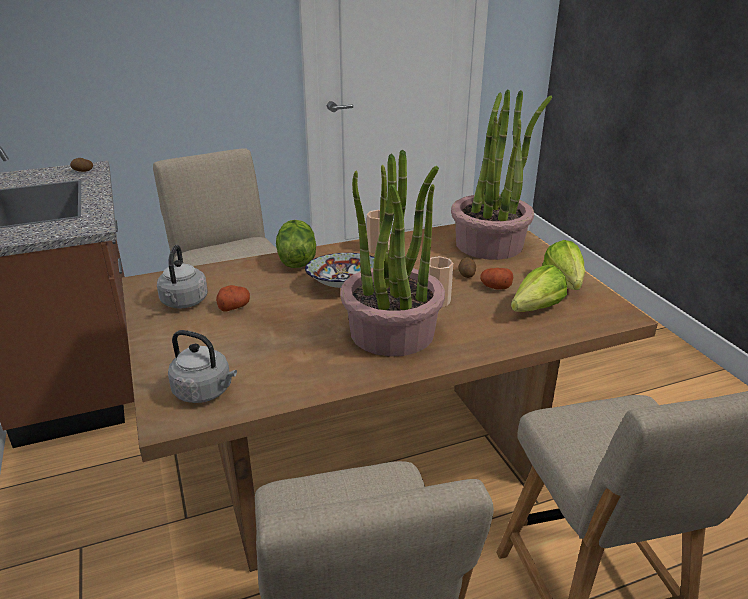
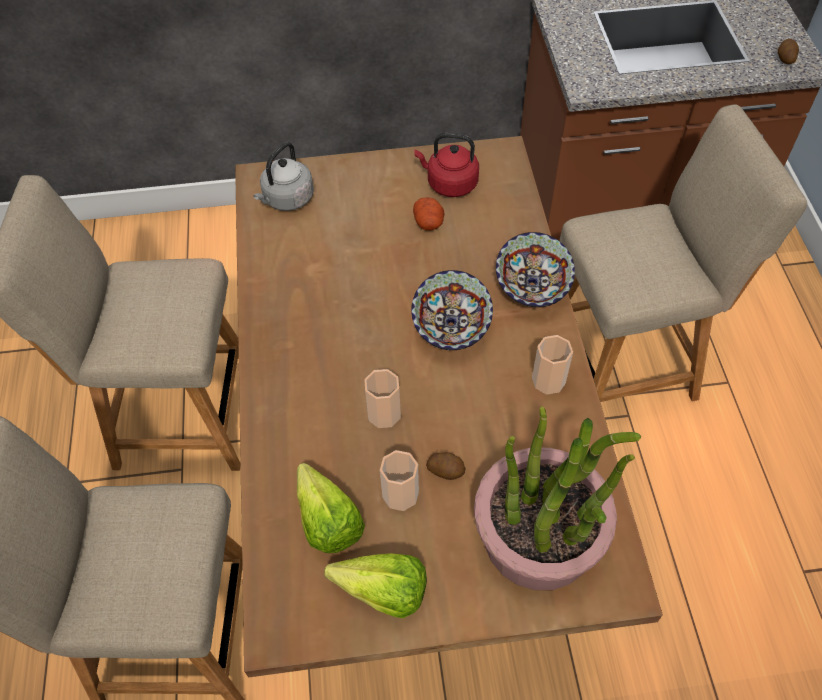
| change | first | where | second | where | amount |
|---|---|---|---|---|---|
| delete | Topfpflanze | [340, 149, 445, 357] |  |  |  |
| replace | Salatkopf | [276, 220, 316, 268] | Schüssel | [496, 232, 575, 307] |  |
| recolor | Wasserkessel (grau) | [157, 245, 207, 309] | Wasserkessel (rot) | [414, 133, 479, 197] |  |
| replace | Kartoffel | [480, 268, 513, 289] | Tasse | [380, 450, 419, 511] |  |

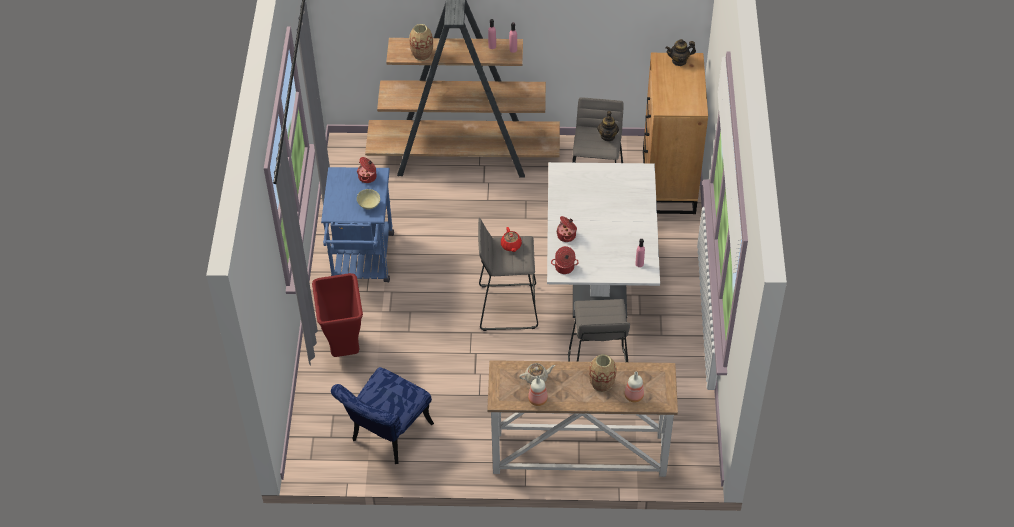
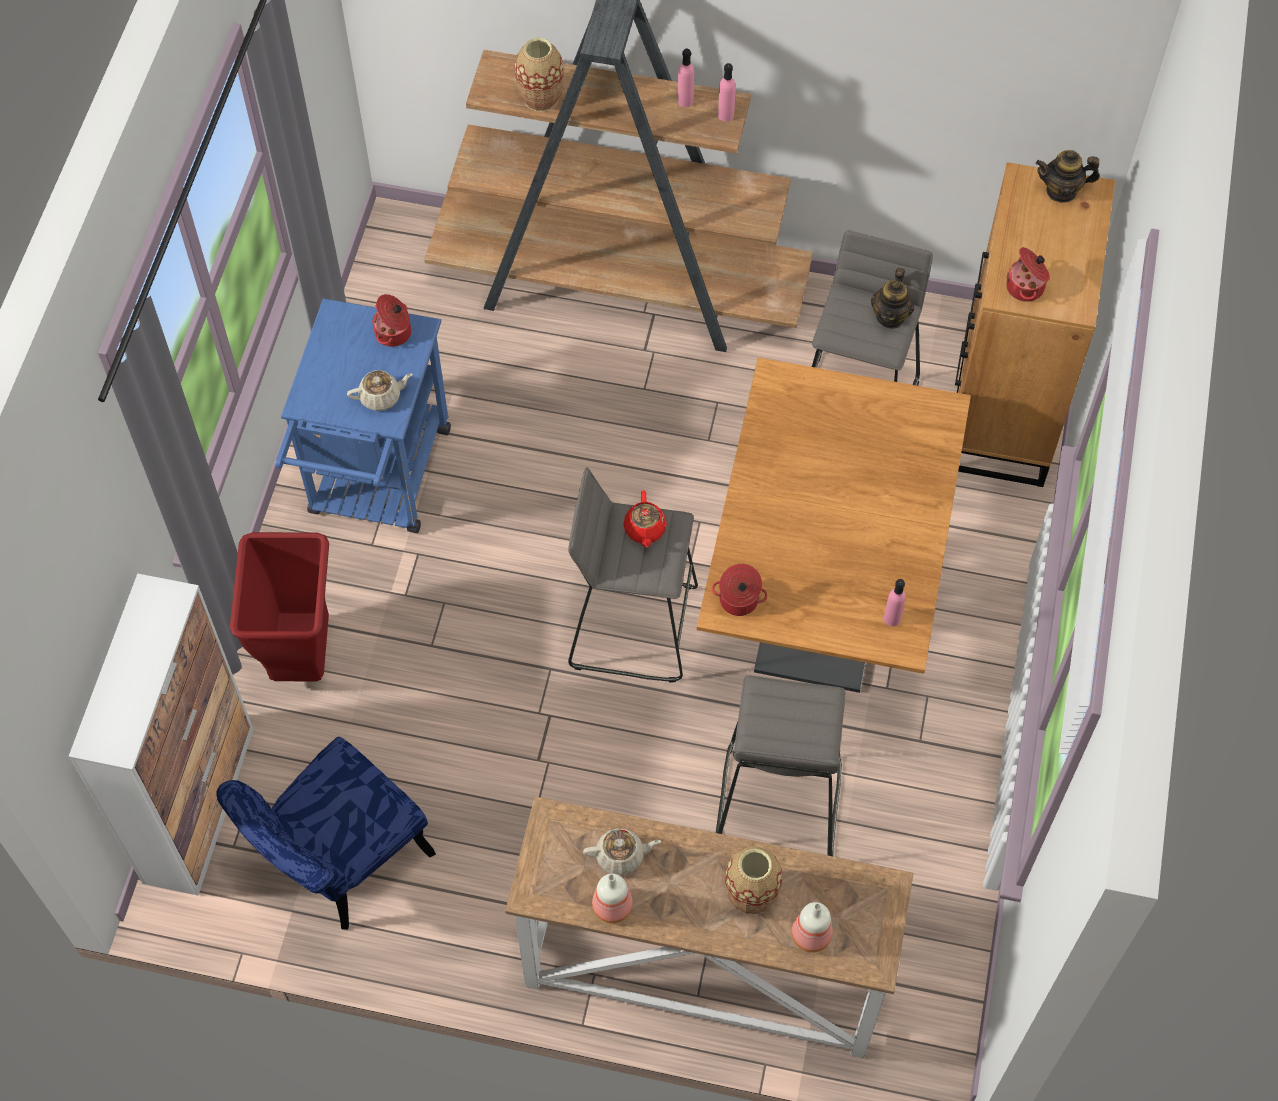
| change | first | where | second | where | amount |
|---|---|---|---|---|---|
| recolor | Esstisch (weiß) | [547, 162, 660, 318] | Esstisch (braun) | [697, 357, 971, 693] |  |
| replace | Schüssel (beige) | [357, 189, 380, 210] | Teekanne (beige) | [347, 370, 413, 411] |  |
| move | Kochtopf | [556, 216, 577, 242] |  | [1006, 247, 1050, 302] |  |
| insert |  |  | Schrank | [69, 573, 254, 896] |  |

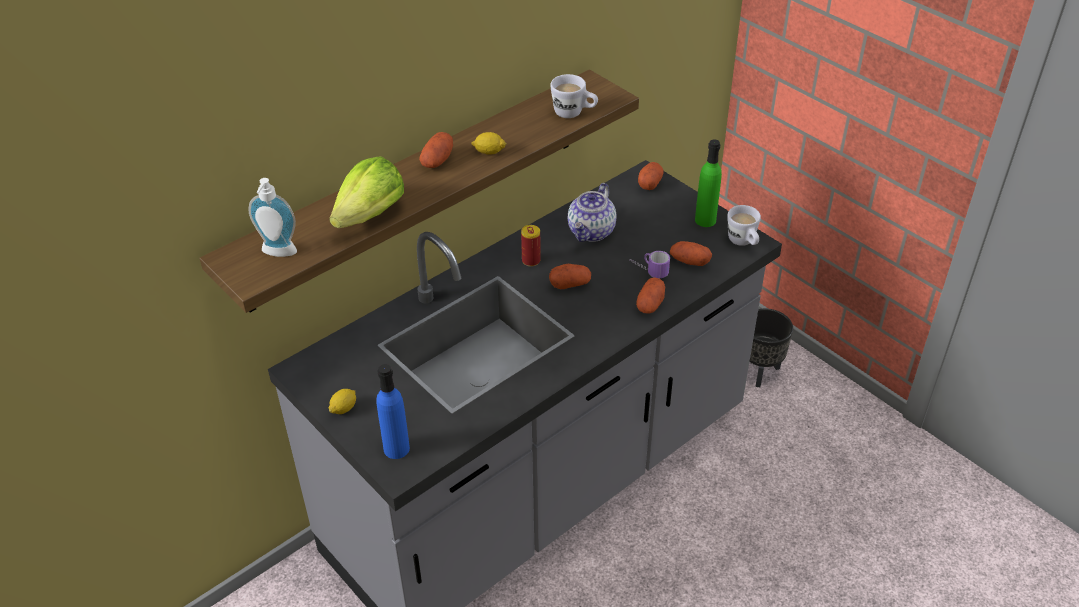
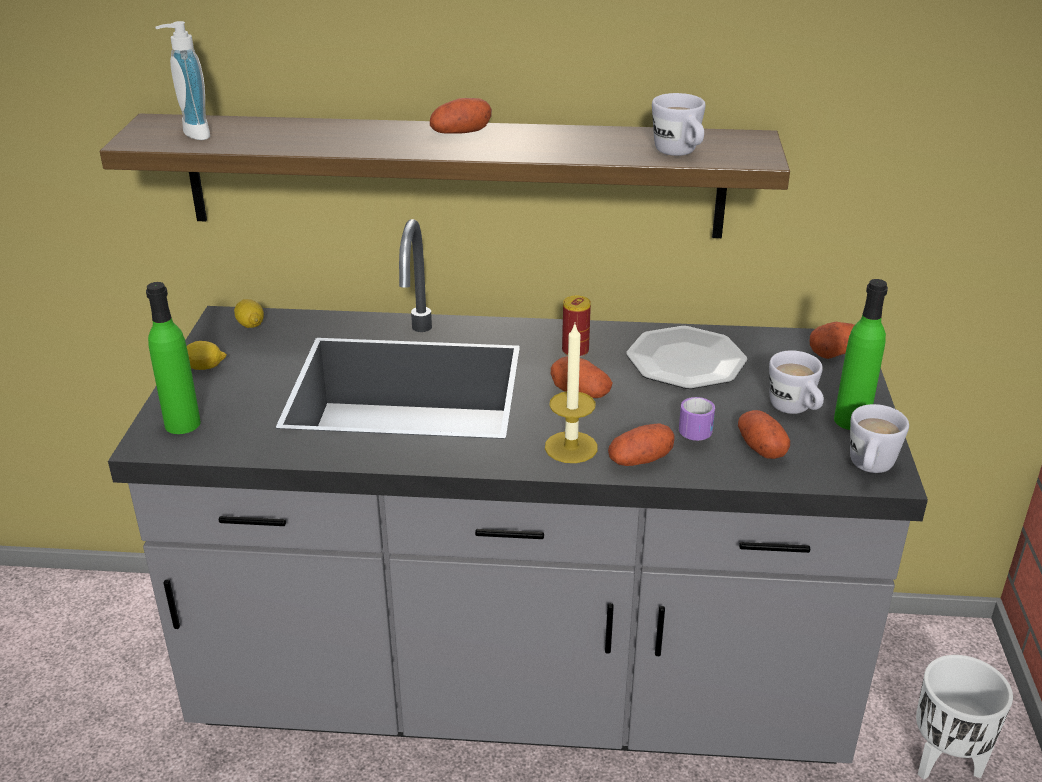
| change | first | where | second | where | amount |
|---|---|---|---|---|---|
| move | Zitrone | [471, 132, 506, 155] |  | [234, 299, 264, 328] |  |
| delete | Salatkopf | [329, 156, 404, 228] |  |  |  |
| replace | Teekanne | [568, 183, 616, 242] | Teller | [626, 326, 747, 389] |  |
| recolor | Pflanzkübel (schwarz) | [750, 309, 793, 387] | Pflanzkübel (weiß) | [916, 655, 1013, 780] |  |
| recolor | Flasche (blau) | [377, 364, 410, 459] | Flasche (grün) | [146, 282, 201, 434] |  |
| insert |  |  | Kerze | [545, 324, 598, 463] |  |
| insert |  |  | Henkelbecher (weiß) | [769, 350, 824, 414] |  |

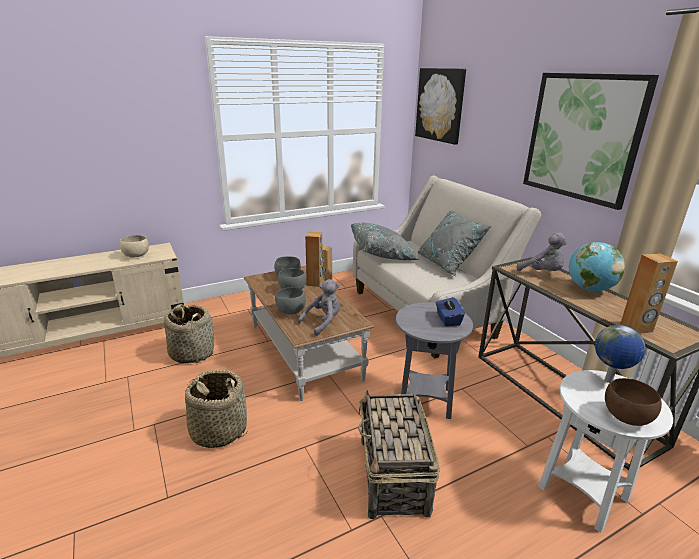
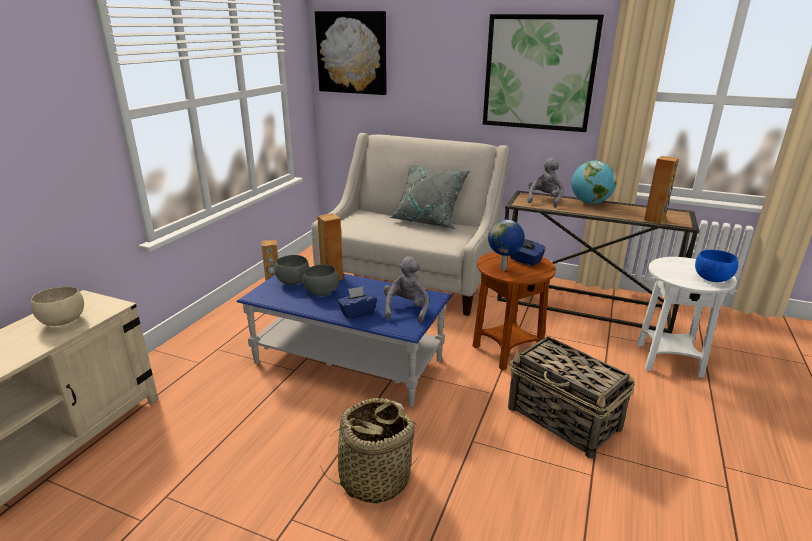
| change | first | where | second | where | amount |
|---|---|---|---|---|---|
| delete | Kissen (grau) | [351, 223, 419, 260] |  |  |  |
| rotate | Plüschtier (grau) | [517, 232, 567, 271] |  | [527, 158, 564, 208] | 75 degrees counterclockwise |
| recolor | Couchtisch (braun) | [244, 265, 375, 401] | Couchtisch (blau) | [236, 274, 452, 407] |  |
| replace | Schüssel (grau) | [275, 287, 306, 315] | Taschentuchbox (blau) | [338, 286, 377, 319] |  |
| recolor | Beistelltisch (grau) | [396, 302, 473, 419] | Beistelltisch (braun) | [472, 252, 556, 371] |  |
| delete | Korb | [164, 304, 214, 364] |  |  |  |
| move | Globus | [595, 325, 645, 383] |  | [488, 220, 525, 271] |  |
| recolor | Schüssel (braun) | [605, 378, 662, 426] | Schüssel (blau) | [695, 250, 738, 282] |  |

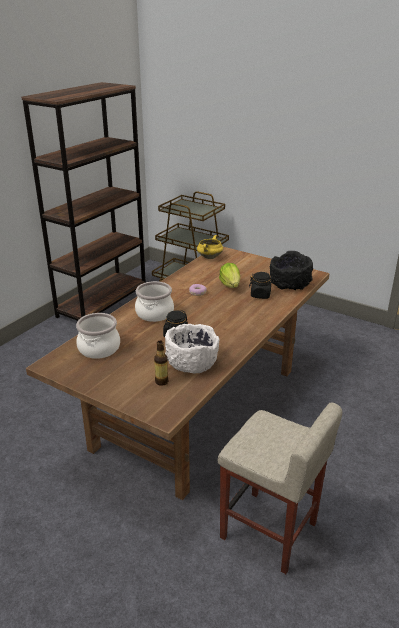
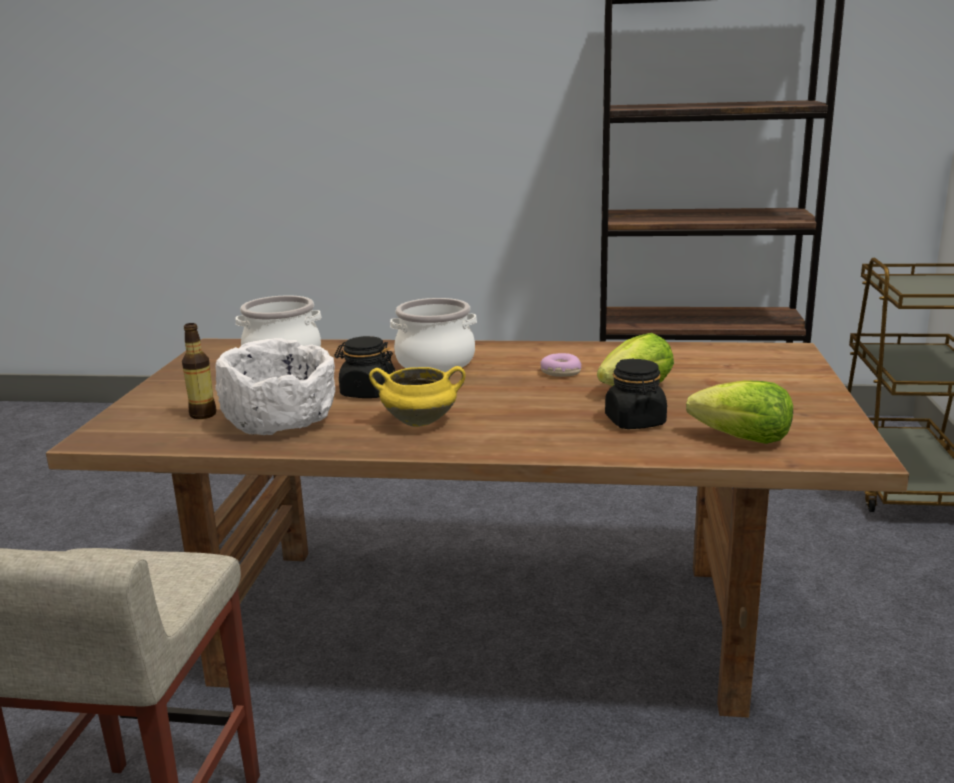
| change | first | where | second | where | amount |
|---|---|---|---|---|---|
| move | Kochtopf (gelb) | [197, 235, 223, 259] |  | [369, 366, 466, 427] |  |
| replace | Schüssel (schwarz) | [270, 251, 313, 290] | Salatkopf | [686, 380, 793, 444] |  |

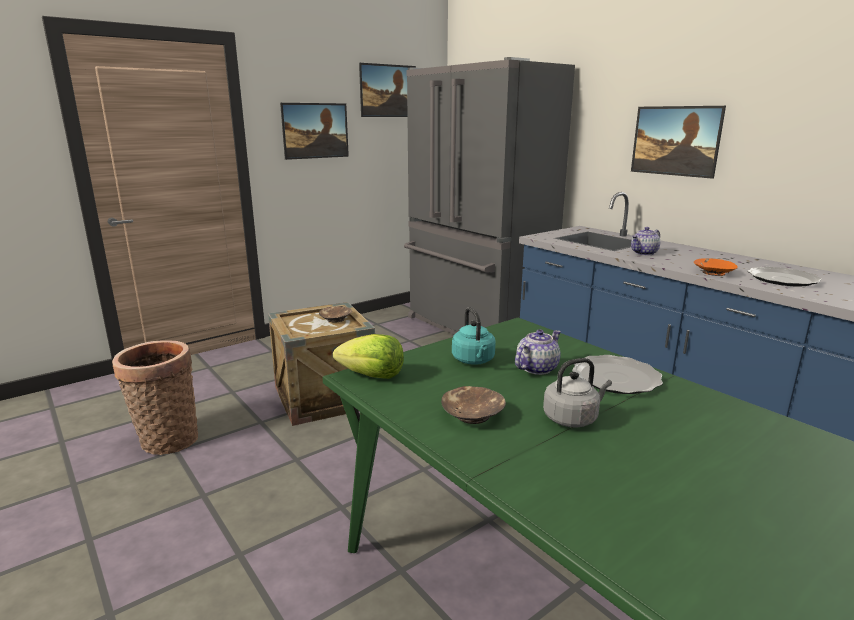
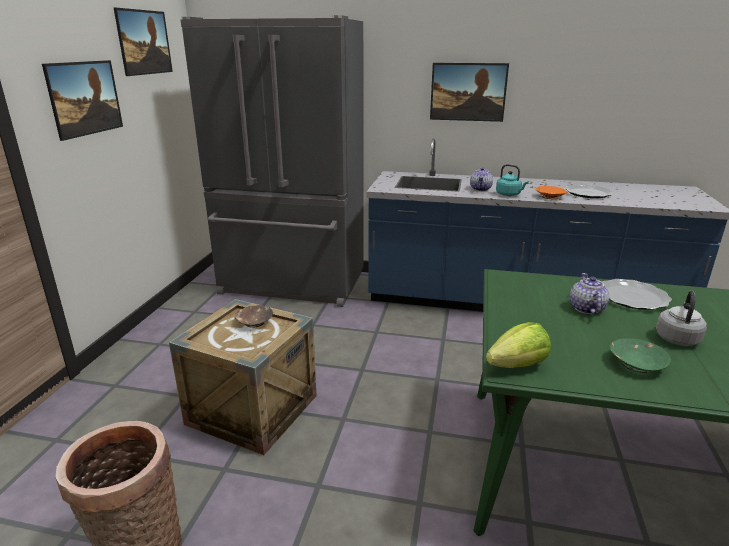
| change | first | where | second | where | amount |
|---|---|---|---|---|---|
| move | Wasserkessel (türkis) | [452, 307, 496, 365] |  | [496, 164, 529, 196] |  |
| recolor | Schüssel (braun) | [441, 386, 506, 424] | Schüssel (grün) | [610, 338, 671, 373] |  |

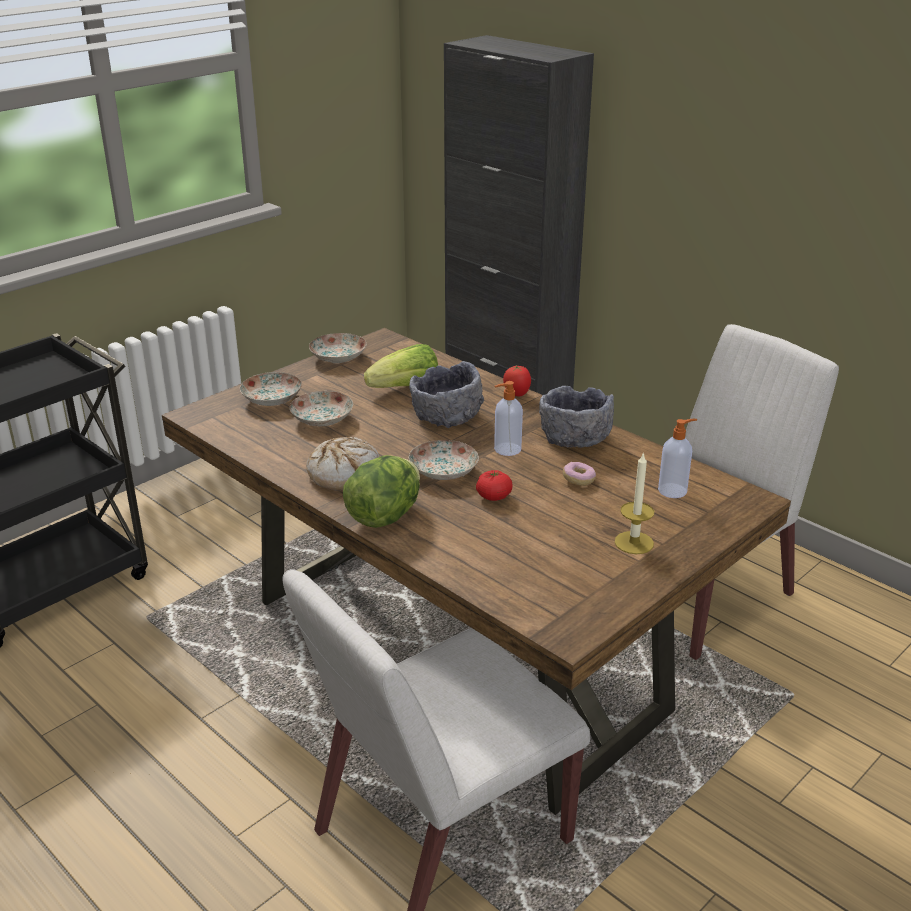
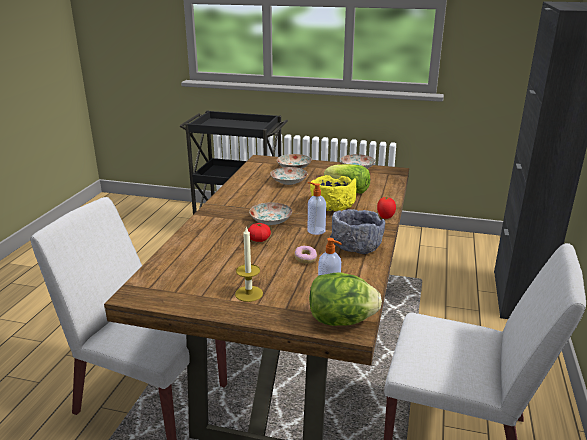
| change | first | where | second | where | amount |
|---|---|---|---|---|---|
| recolor | Schüssel (grau) | [409, 361, 484, 428] | Schüssel (gelb) | [310, 175, 356, 211] |  |
| delete | Brot | [306, 437, 380, 491] |  |  |  |
| move | Salatkopf | [343, 455, 420, 528] |  | [309, 272, 382, 326] |  |

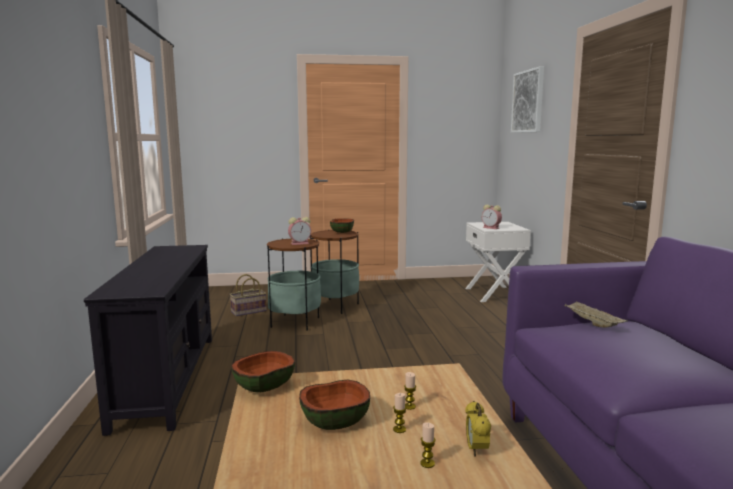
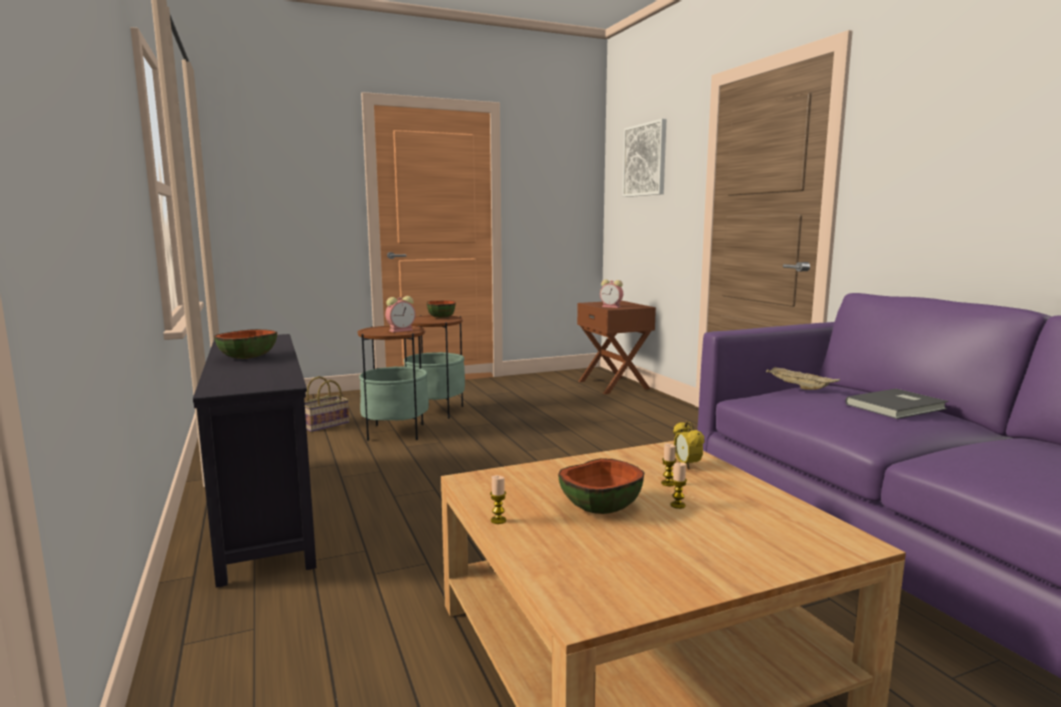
| change | first | where | second | where | amount |
|---|---|---|---|---|---|
| recolor | Nachttisch (weiß) | [465, 222, 531, 302] | Nachttisch (braun) | [577, 301, 656, 394] |  |
| move | Schüssel | [231, 351, 296, 392] |  | [214, 329, 277, 359] |  |
| move | Wecker | [465, 401, 491, 456] |  | [673, 421, 704, 469] |  |
| move | Kerze | [420, 422, 436, 468] |  | [490, 475, 506, 524] |  |
| insert |  |  | Buch (grau) | [845, 389, 948, 419] |  |

